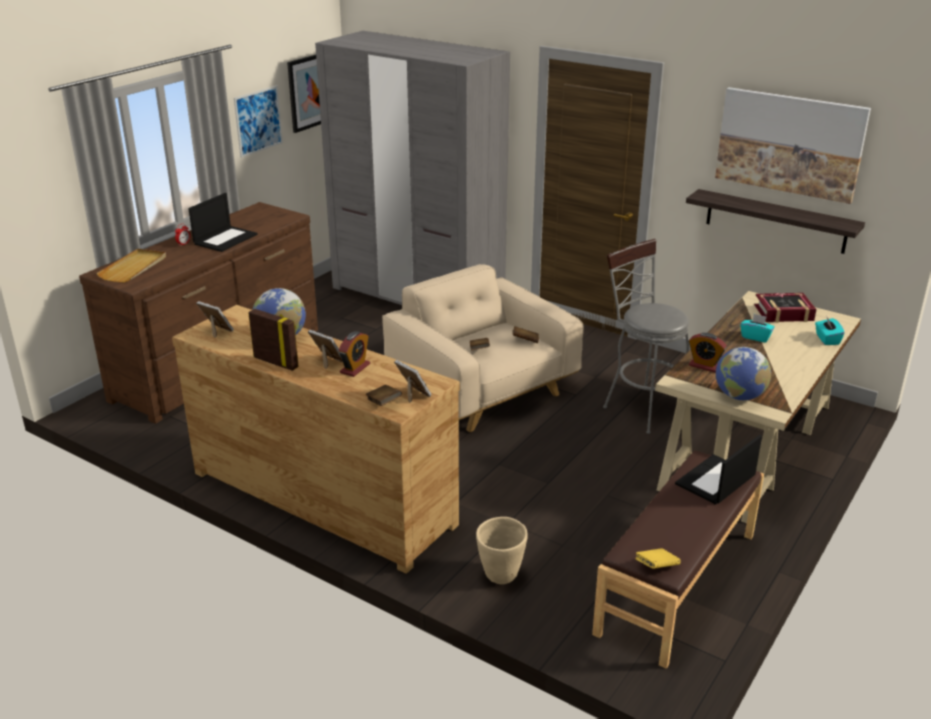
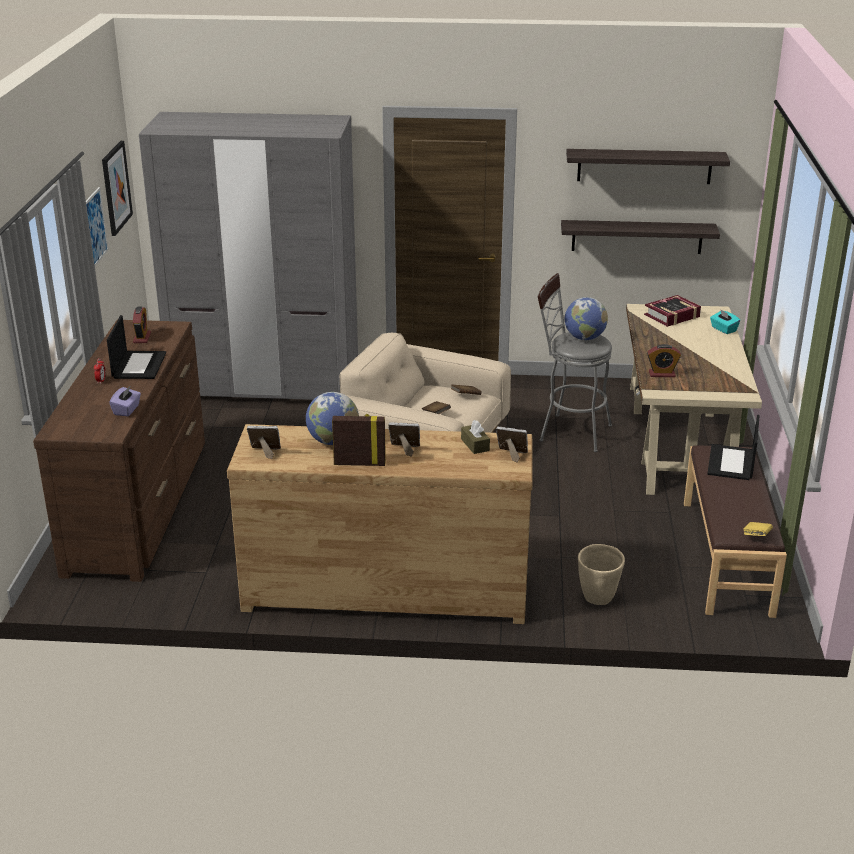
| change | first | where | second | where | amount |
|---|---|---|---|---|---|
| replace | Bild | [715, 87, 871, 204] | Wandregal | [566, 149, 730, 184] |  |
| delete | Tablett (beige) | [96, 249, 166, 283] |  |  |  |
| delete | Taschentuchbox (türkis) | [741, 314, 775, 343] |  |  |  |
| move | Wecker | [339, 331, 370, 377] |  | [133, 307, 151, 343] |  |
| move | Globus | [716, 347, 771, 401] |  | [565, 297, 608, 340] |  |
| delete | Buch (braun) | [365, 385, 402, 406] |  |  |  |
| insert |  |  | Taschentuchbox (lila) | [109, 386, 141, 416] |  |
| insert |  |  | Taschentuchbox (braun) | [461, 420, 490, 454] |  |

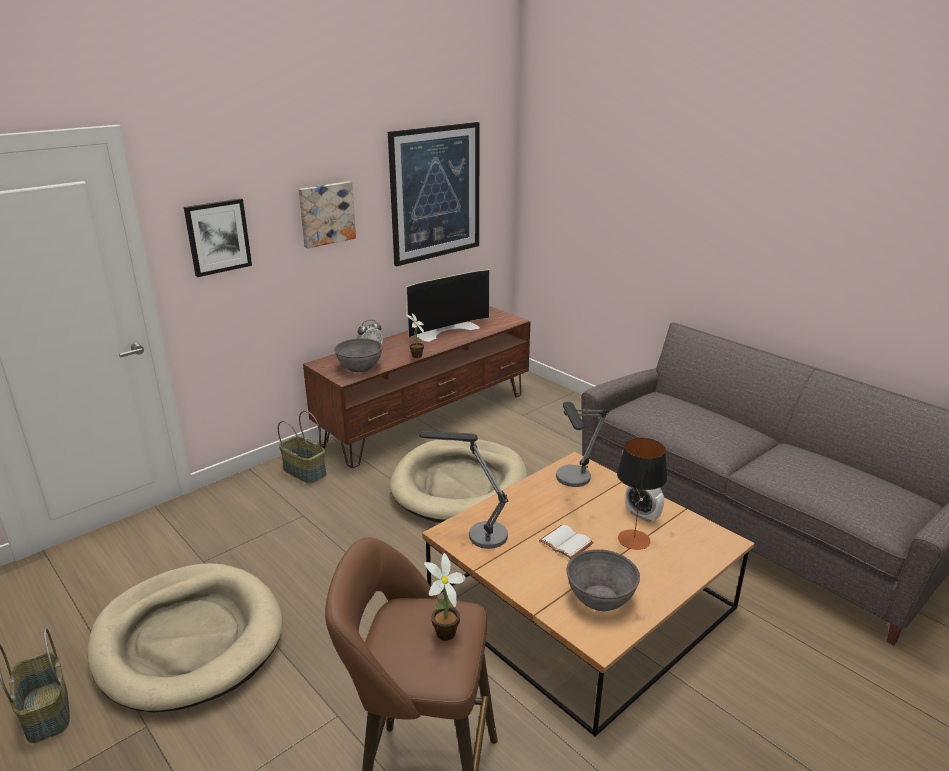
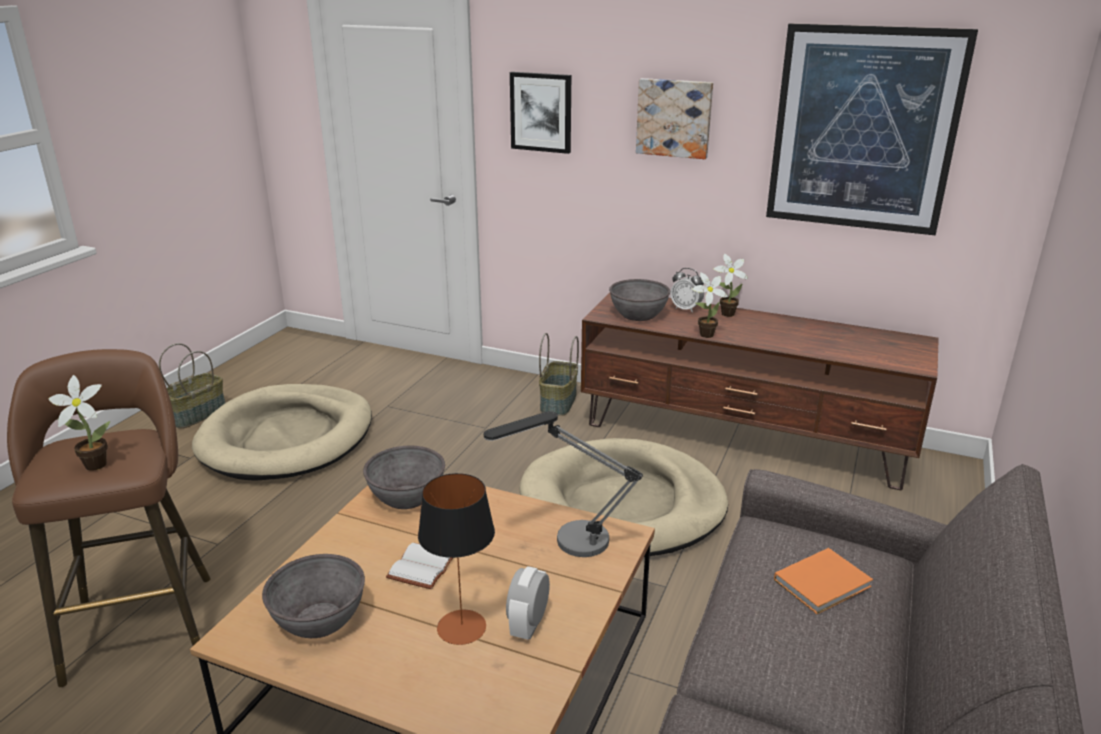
| change | first | where | second | where | amount |
|---|---|---|---|---|---|
| delete | Fernseher | [406, 270, 490, 342] |  |  |  |
| replace | Tischlampe | [419, 431, 508, 549] | Schüssel (grau) | [363, 446, 445, 509] |  |
| insert |  |  | Topfpflanze | [713, 254, 748, 317] |  |
| insert |  |  | Buch (orange) | [774, 548, 873, 614] |  |

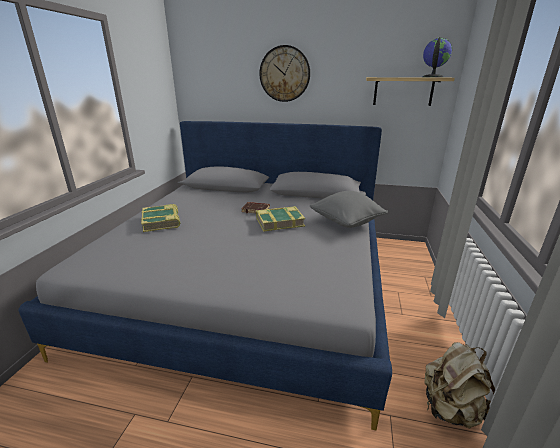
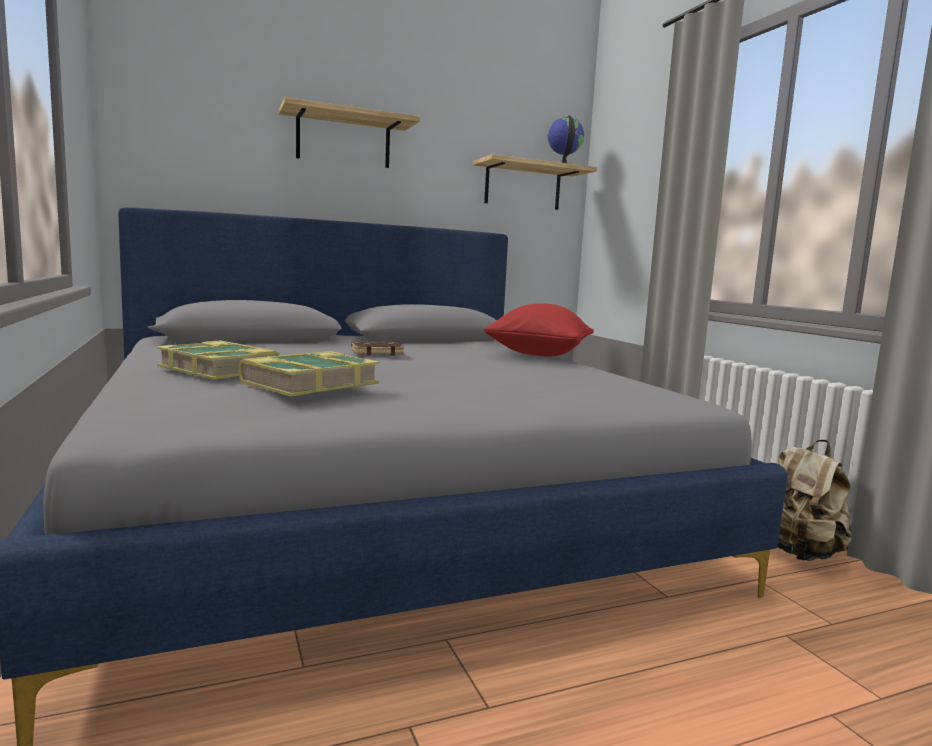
| change | first | where | second | where | amount |
|---|---|---|---|---|---|
| replace | Wanduhr | [259, 45, 310, 102] | Wandregal | [279, 97, 420, 168] |  |
| recolor | Kissen (grau) | [310, 191, 388, 228] | Kissen (rot) | [484, 303, 594, 357] |  |
| move | Buch | [256, 206, 305, 232] |  | [238, 351, 379, 397] |  |

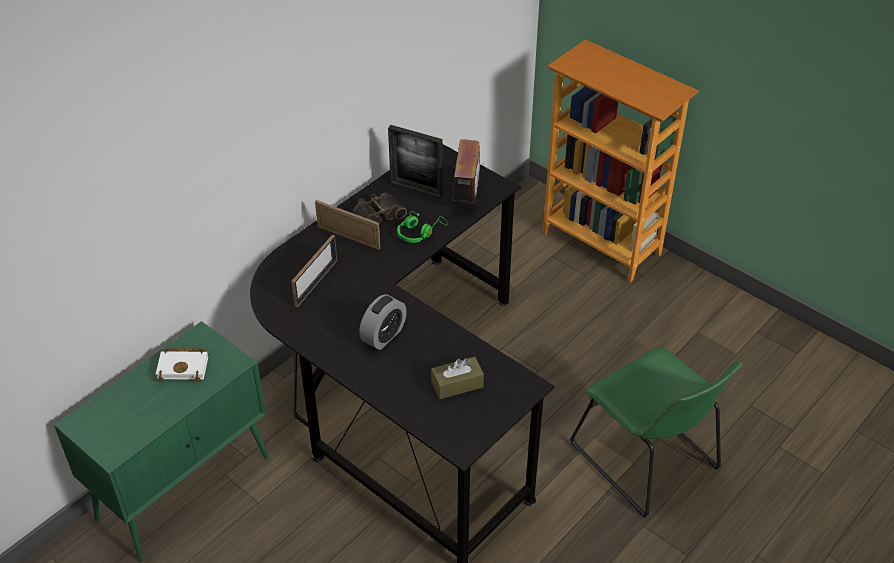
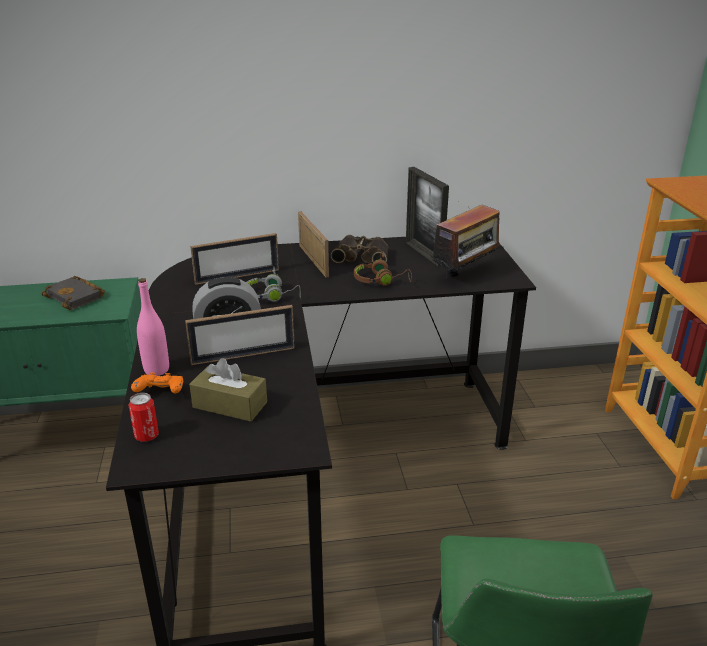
| change | first | where | second | where | amount |
|---|---|---|---|---|---|
| recolor | Kopfhörer (grün) | [397, 211, 448, 243] | Kopfhörer (braun) | [354, 252, 412, 286] |  |
| recolor | Buch (weiß) | [156, 348, 208, 382] | Buch (schwarz) | [41, 276, 105, 310] |  |
| insert |  |  | Kopfhörer (grau) | [246, 267, 301, 302] |  |
| insert |  |  | Flasche (rosa) | [137, 278, 169, 376] |  |
| insert |  |  | Bilderrahmen | [185, 305, 295, 365] |  |
| insert |  |  | Gamepad (orange) | [131, 373, 183, 393] |  |
| insert |  |  | Dose | [129, 393, 159, 442] |  |

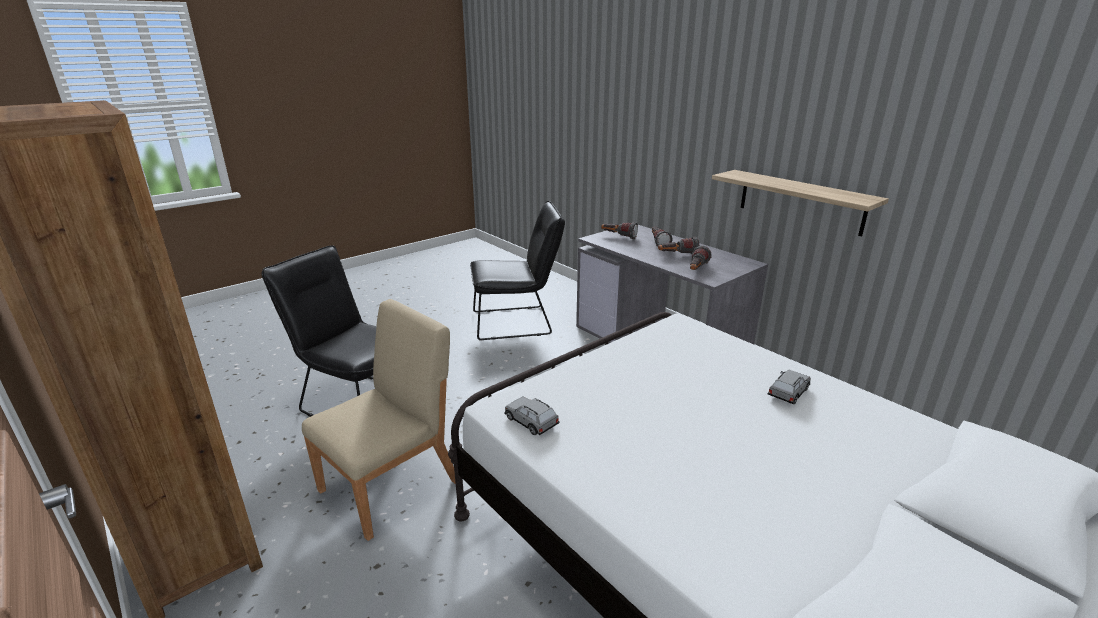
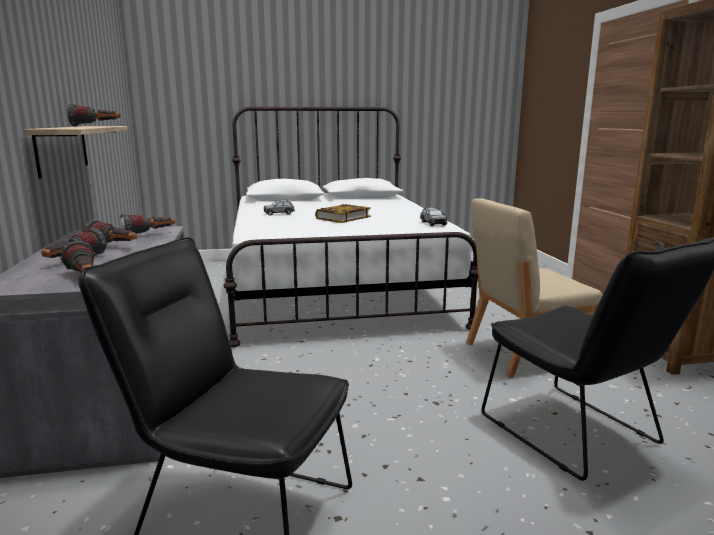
| change | first | where | second | where | amount |
|---|---|---|---|---|---|
| insert |  |  | Taschenlampe | [67, 104, 121, 127] |  |
| insert |  |  | Buch | [315, 204, 371, 223] |  |

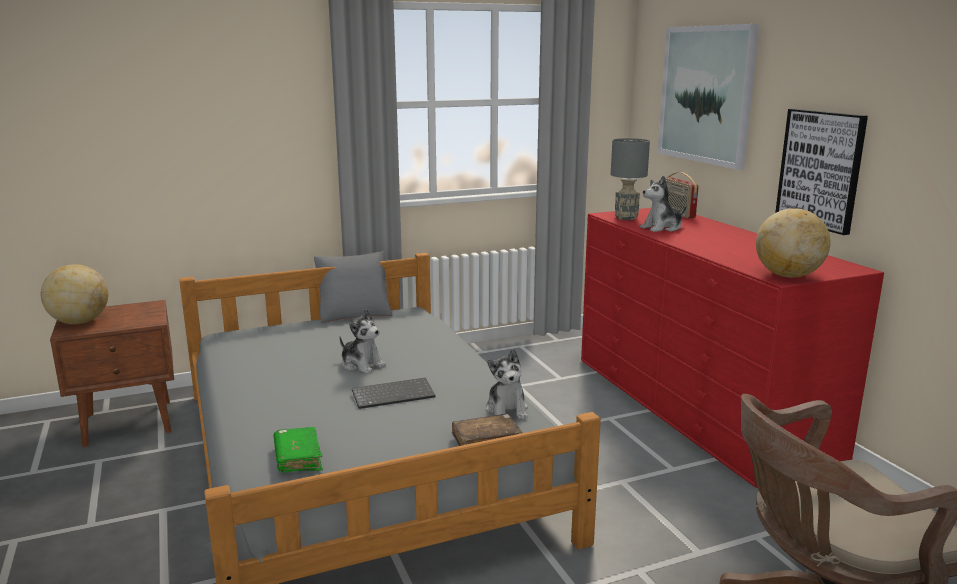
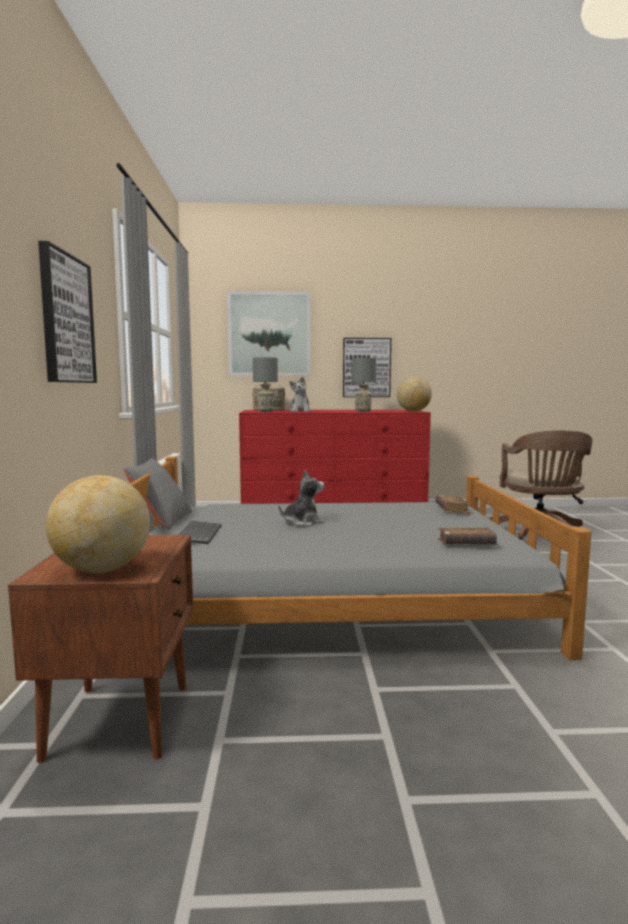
| change | first | where | second | where | amount |
|---|---|---|---|---|---|
| delete | Plüschtier | [486, 349, 528, 420] |  |  |  |
| move | Tastatur | [352, 378, 435, 409] |  | [178, 521, 222, 544] |  |
| recolor | Buch (grün) | [274, 427, 323, 472] | Buch (braun) | [438, 528, 497, 544] |  |
| insert |  |  | Bild | [38, 241, 97, 383] |  |
| insert |  |  | Tischlampe (grau) | [351, 358, 376, 412] |  |

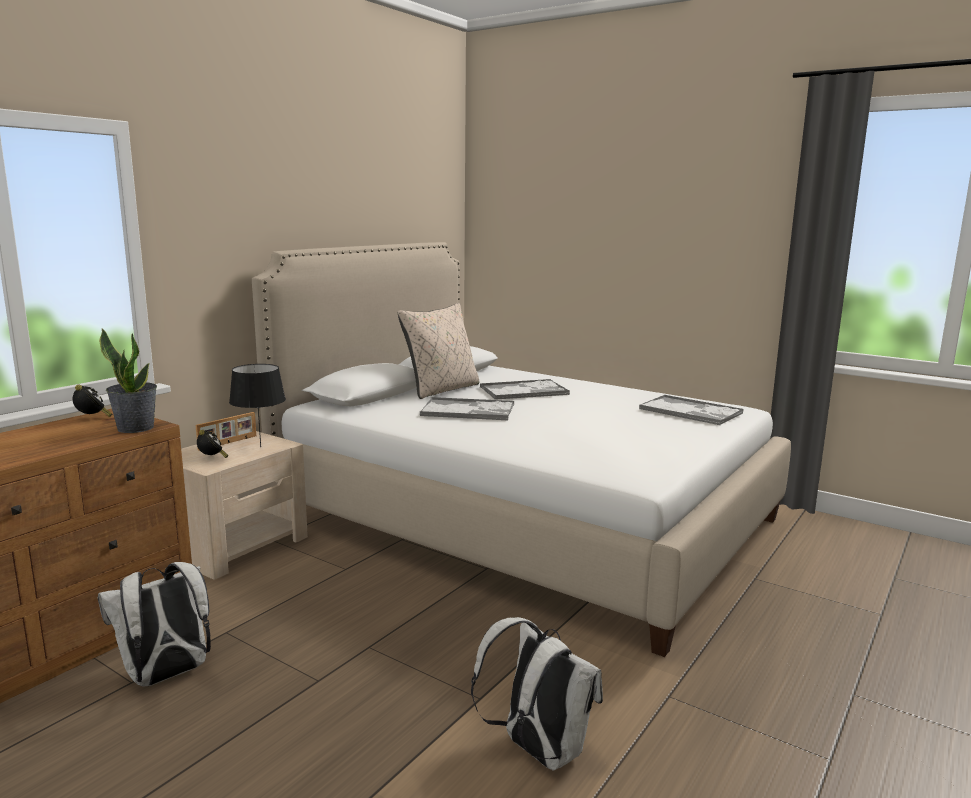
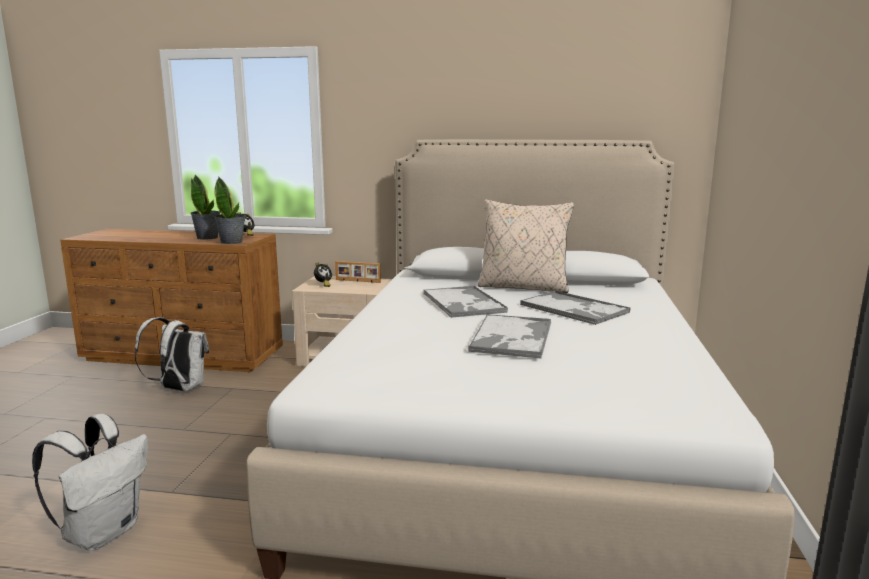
| change | first | where | second | where | amount |
|---|---|---|---|---|---|
| delete | Tischlampe (schwarz) | [229, 364, 286, 448] |  |  |  |
| move | Tablett | [639, 395, 744, 425] |  | [467, 314, 551, 358] |  |
| insert |  |  | Topfpflanze | [190, 174, 220, 240] |  |

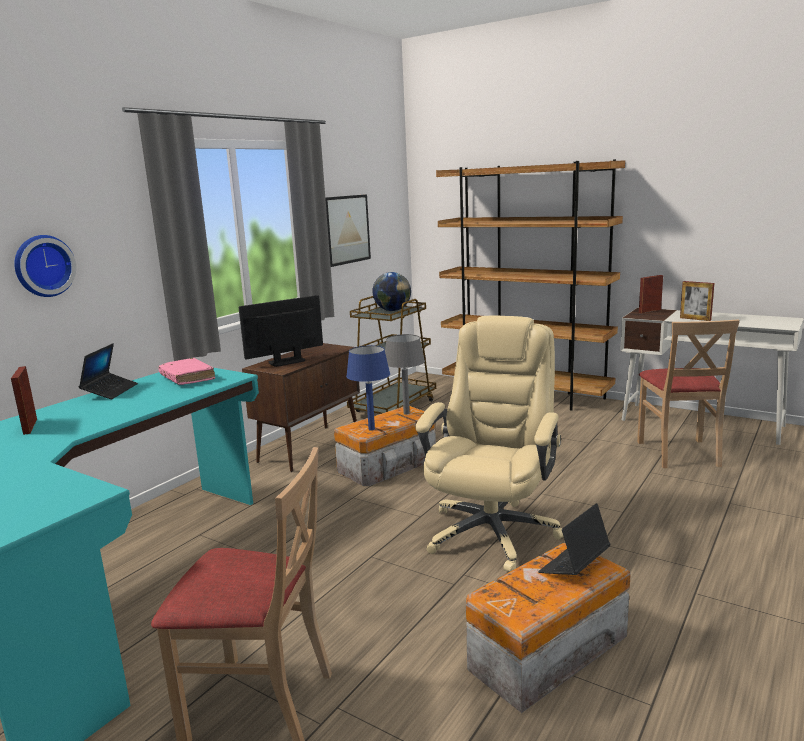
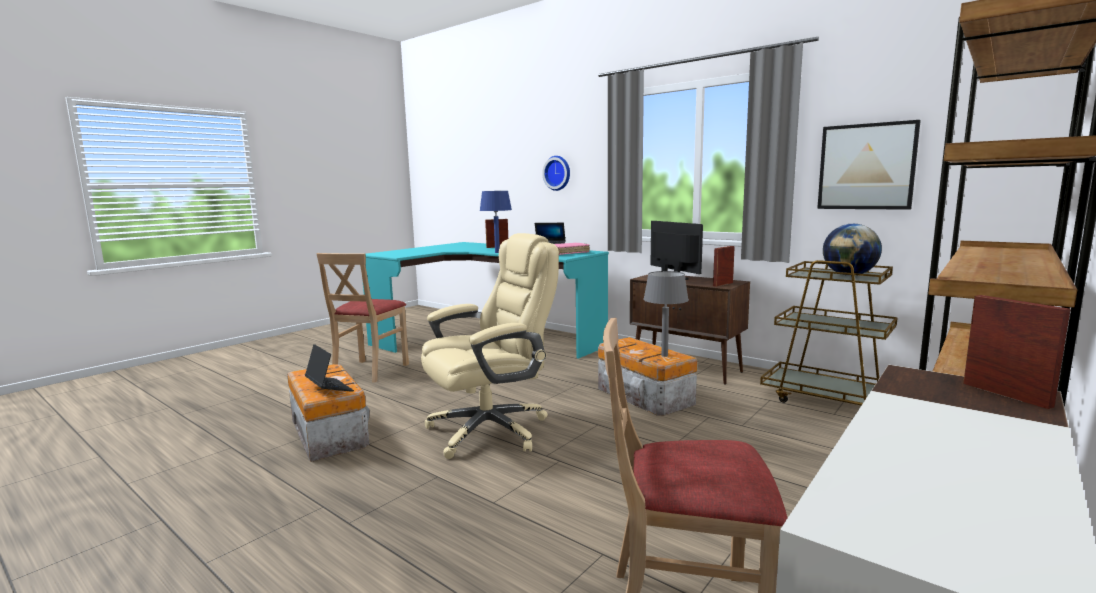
| change | first | where | second | where | amount |
|---|---|---|---|---|---|
| move | Bilderrahmen | [680, 281, 714, 321] |  | [713, 246, 735, 287] |  |
| rotate | Bürostuhl (beige) | [415, 316, 564, 572] |  | [421, 233, 559, 459] | 60 degrees counterclockwise |
| move | Tischlampe (blau) | [346, 345, 390, 431] |  | [480, 191, 512, 253] |  |

